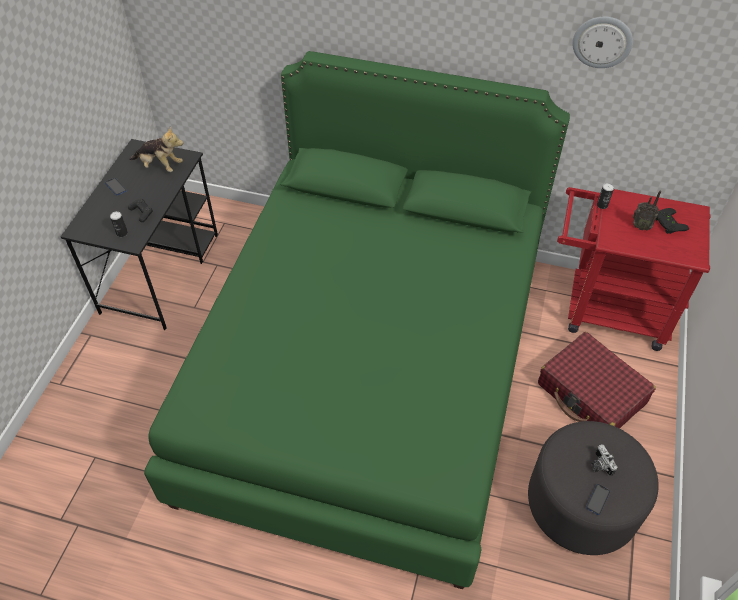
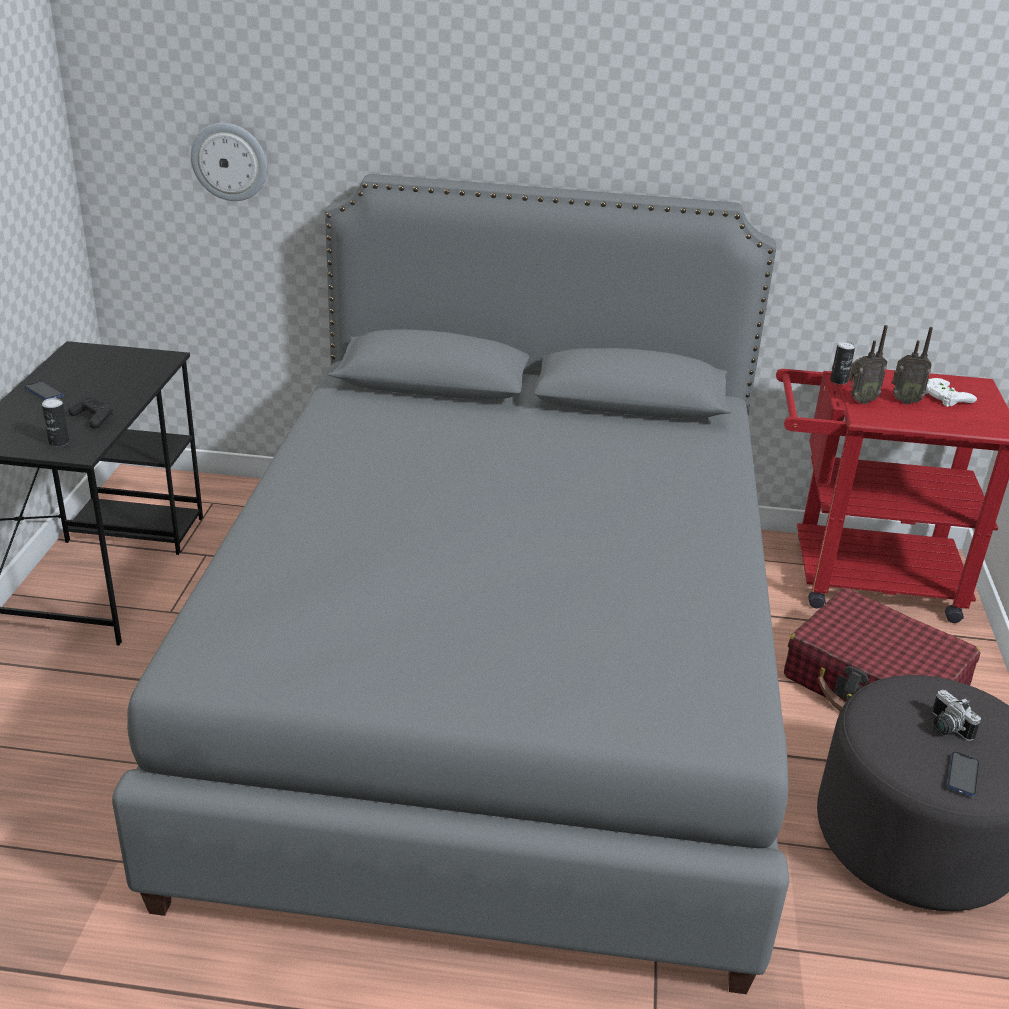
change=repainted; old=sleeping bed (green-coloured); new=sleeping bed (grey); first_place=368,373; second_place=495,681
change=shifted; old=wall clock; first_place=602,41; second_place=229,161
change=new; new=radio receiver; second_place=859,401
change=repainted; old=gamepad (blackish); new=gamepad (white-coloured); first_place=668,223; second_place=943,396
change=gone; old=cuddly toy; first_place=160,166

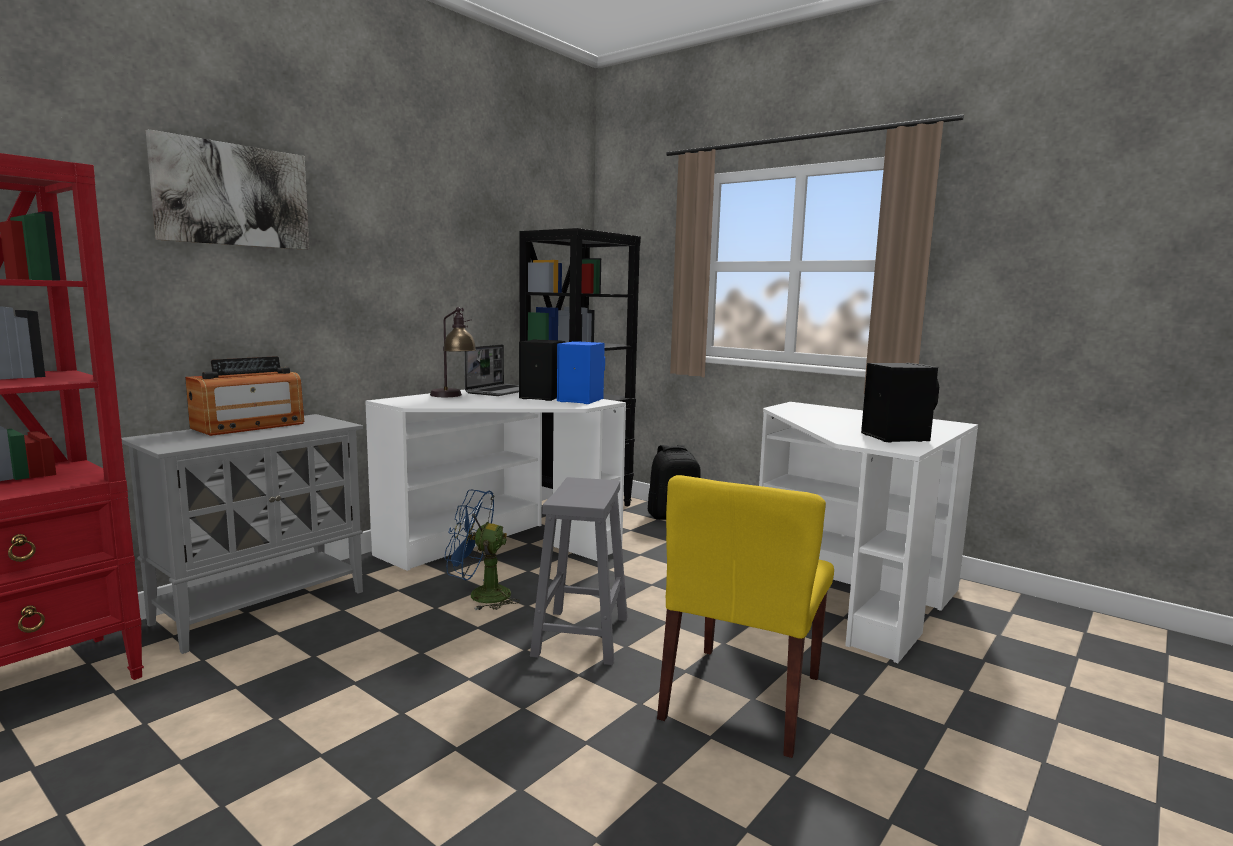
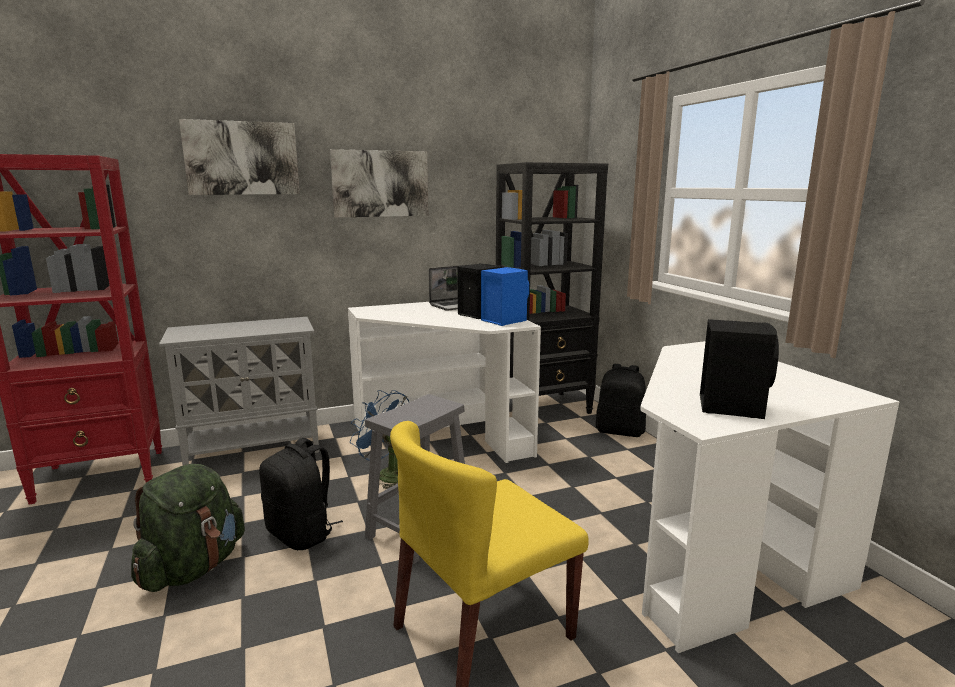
change=new; new=backpack (green-coloured); second_place=193,568
change=new; new=backpack (blackish); second_place=302,534
change=new; new=wall picture; second_place=380,184
change=gone; old=radio receiver; first_place=249,426
change=gone; old=lamp for a table; first_place=453,396

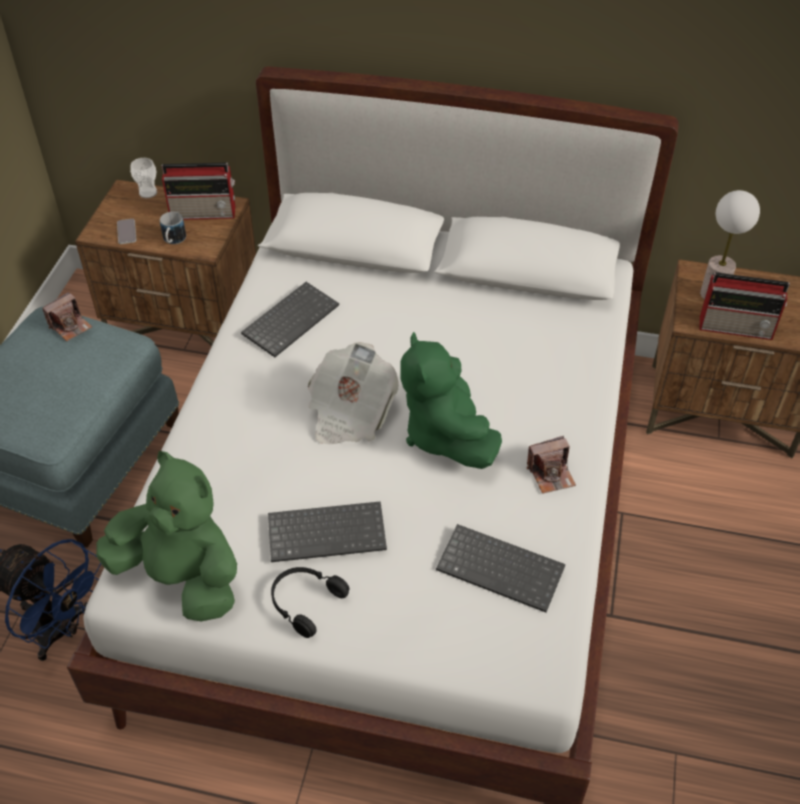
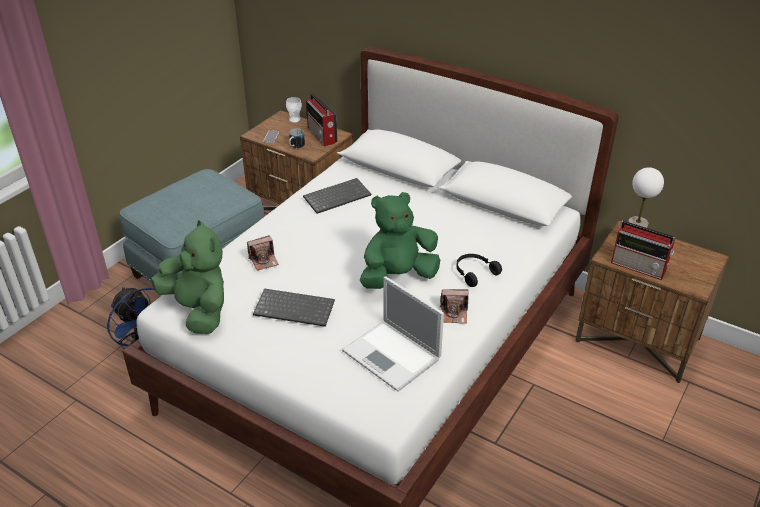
change=shifted; old=still camera; first_place=70,326; second_place=264,260
change=rotated; old=radio receiver; first_place=205,212; second_place=322,136; degrees=45
change=swapped; old=PC keyboard; new=laptop; first_place=502,568; second_place=393,356
change=rotated; old=cuddly toy (green-coloured); first_place=445,435; second_place=398,276; degrees=60
change=shifted; old=pair of headphones (blackish); first_place=305,602; second_place=474,273
change=gone; old=printed paper; first_place=350,413

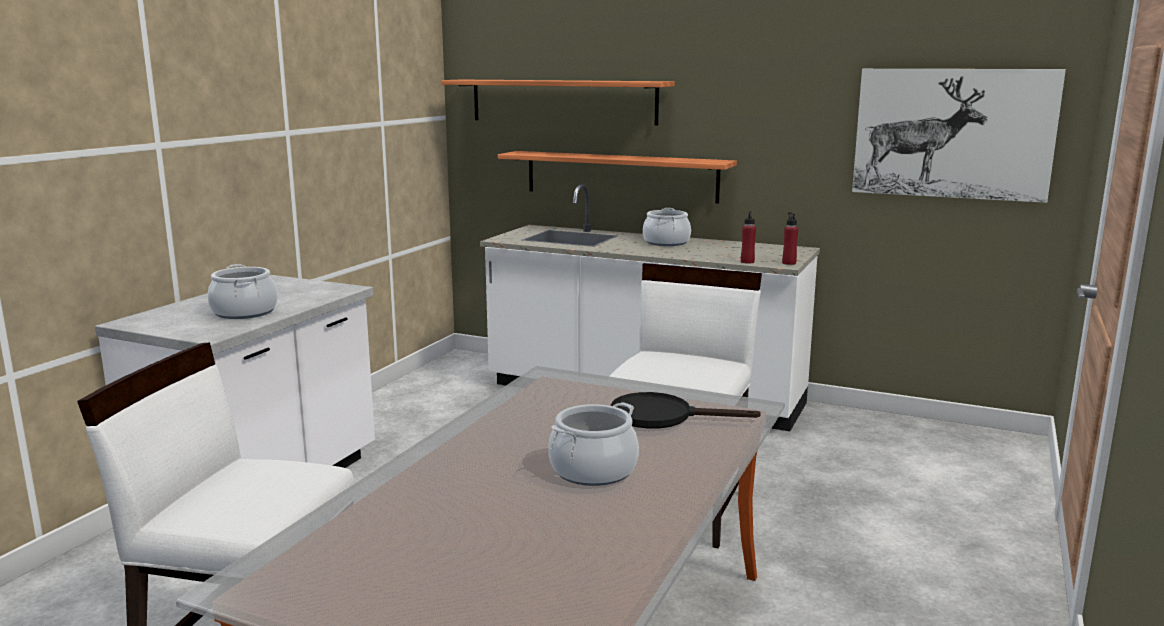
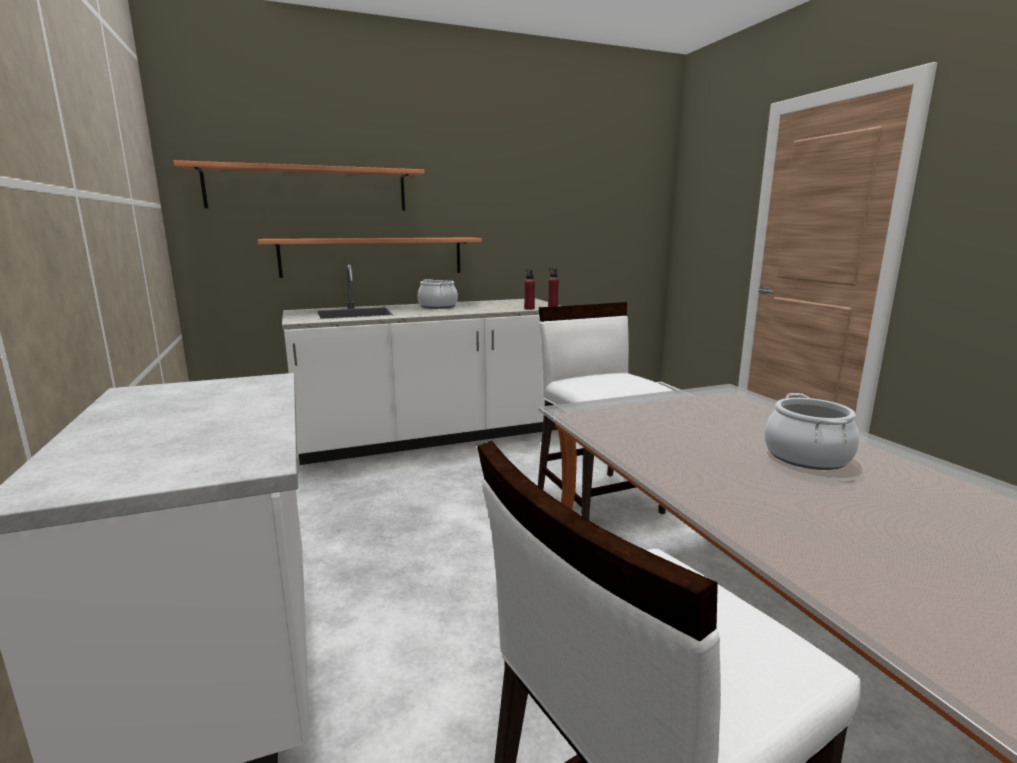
change=gone; old=stockpot; first_place=244,312
change=gone; old=frying pan (blackish); first_place=663,416
change=gone; old=wall picture; first_place=952,133

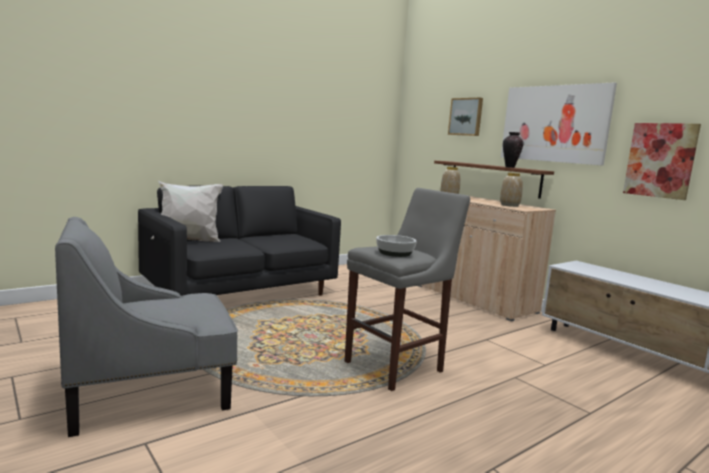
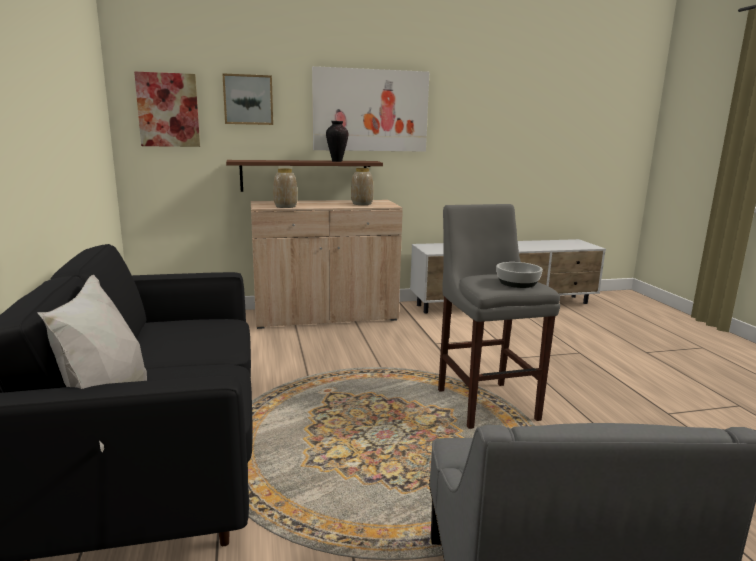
change=shifted; old=wall picture; first_place=660,160; second_place=168,110

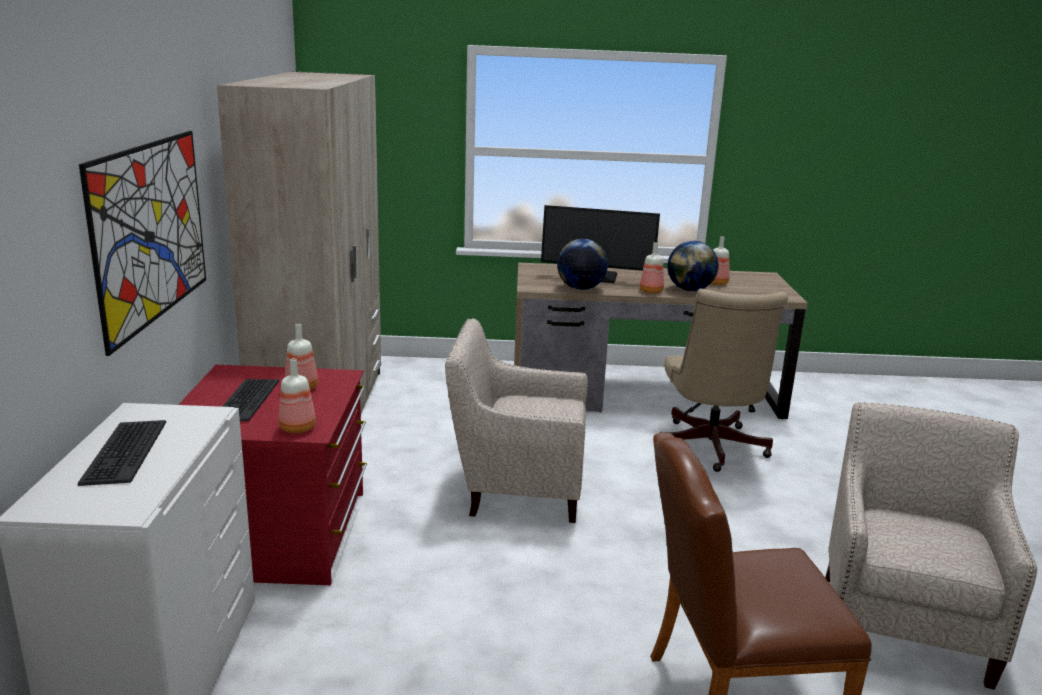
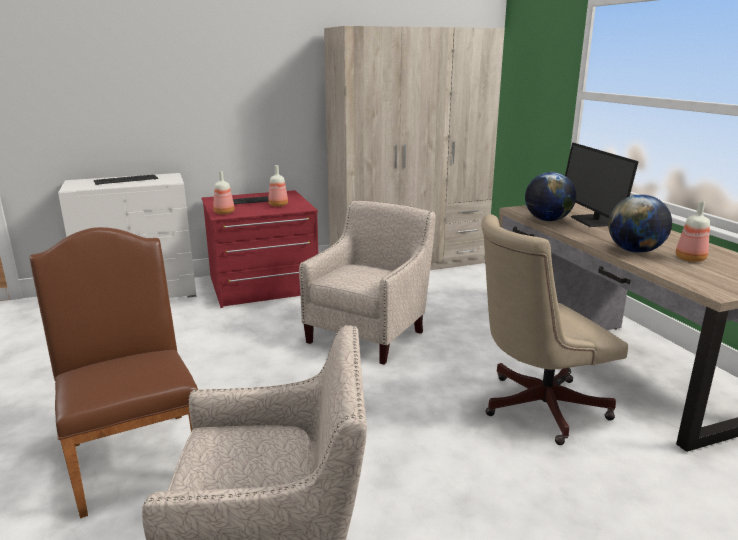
change=rotated; old=armchair (sand-coloured); first_place=516,487; second_place=370,333; degrees=45
change=gone; old=wall picture; first_place=151,232
change=gone; old=drink bottle; first_place=650,291

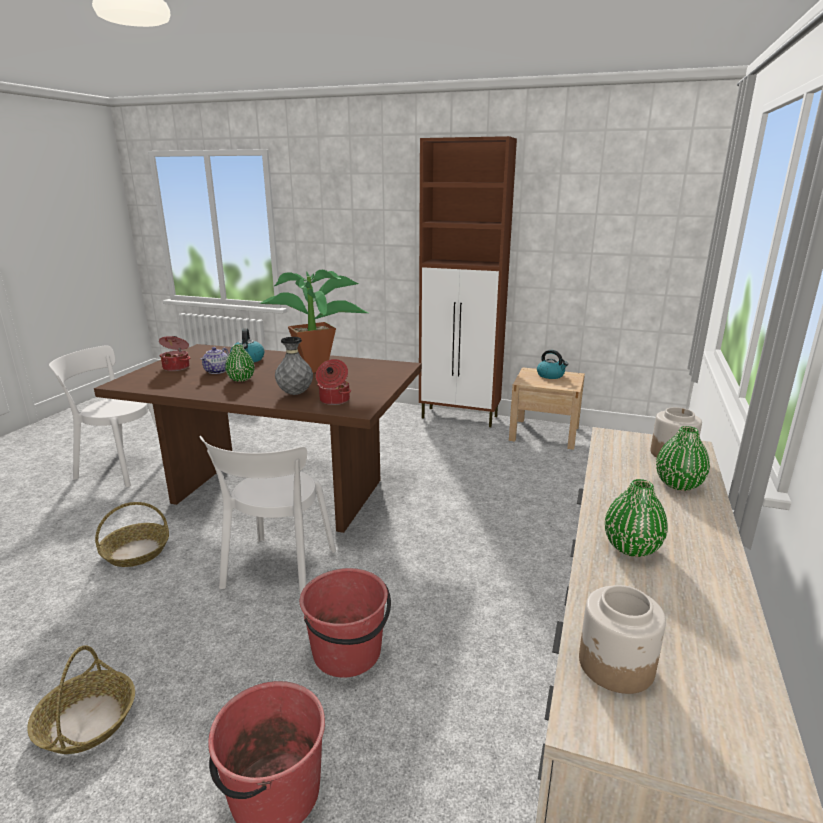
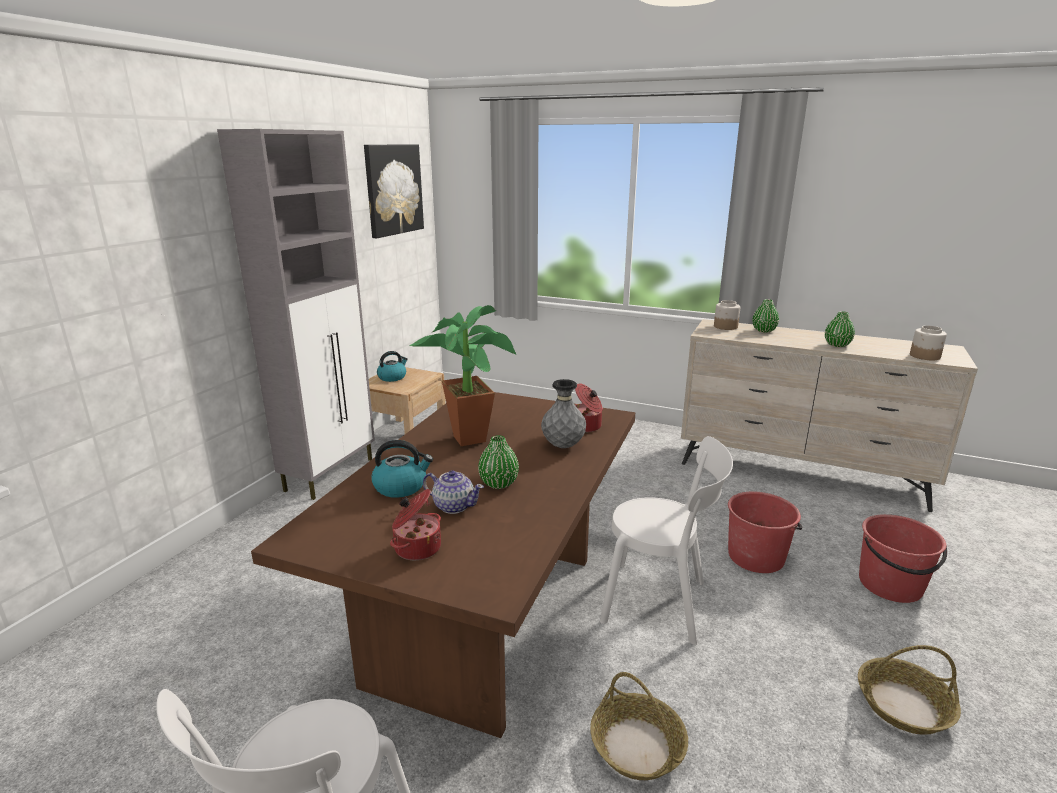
change=repainted; old=cabinet (brown-coloured); new=cabinet (grey); first_place=460,417; second_place=331,474
change=new; new=wall picture; second_place=393,189

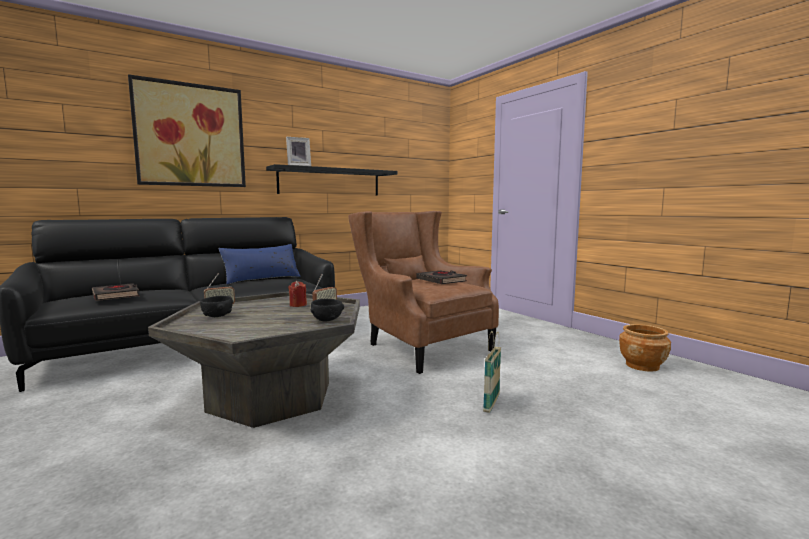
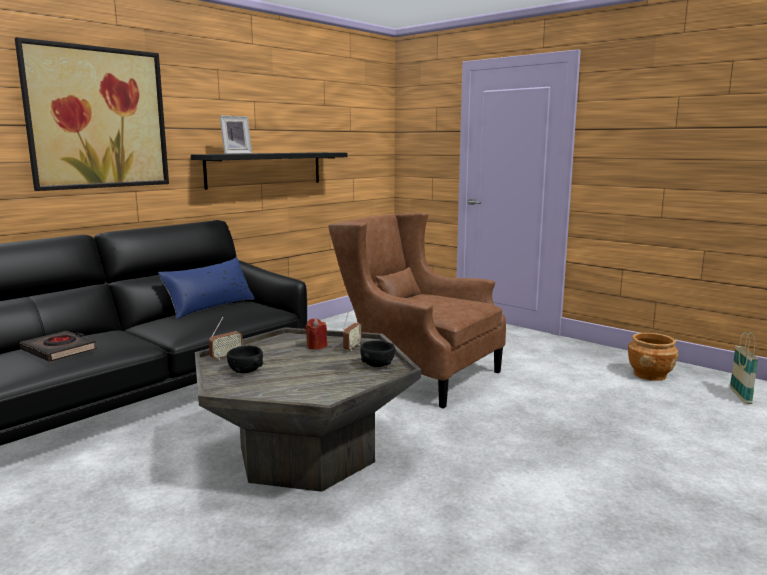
change=shifted; old=basket; first_place=491,403; second_place=740,396
change=gone; old=book (blackish); first_place=441,281

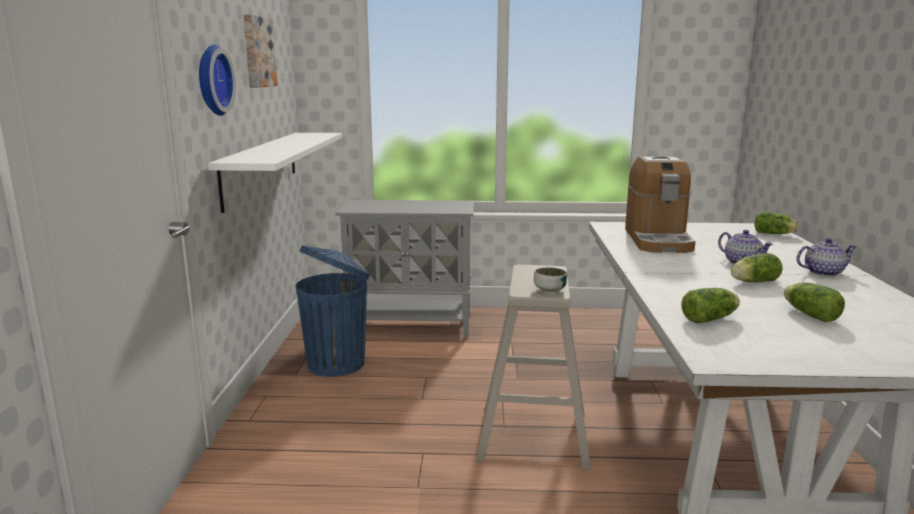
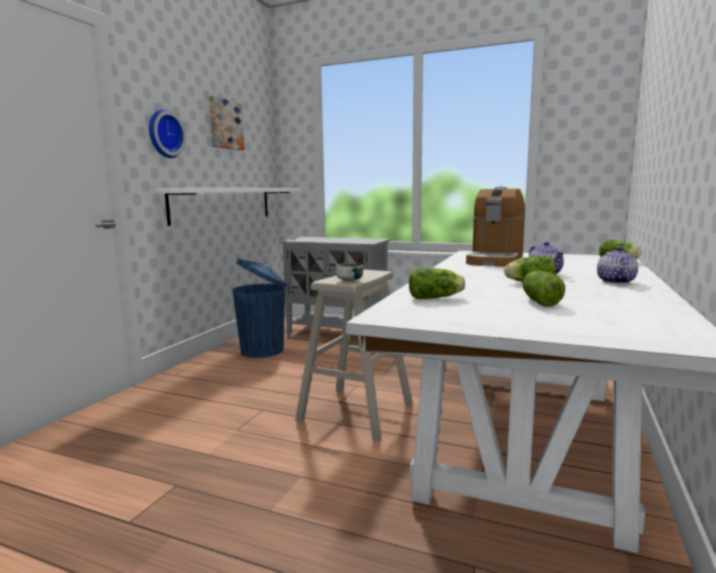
change=rotated; old=teapot; first_place=822,272; second_place=615,281; degrees=-90

